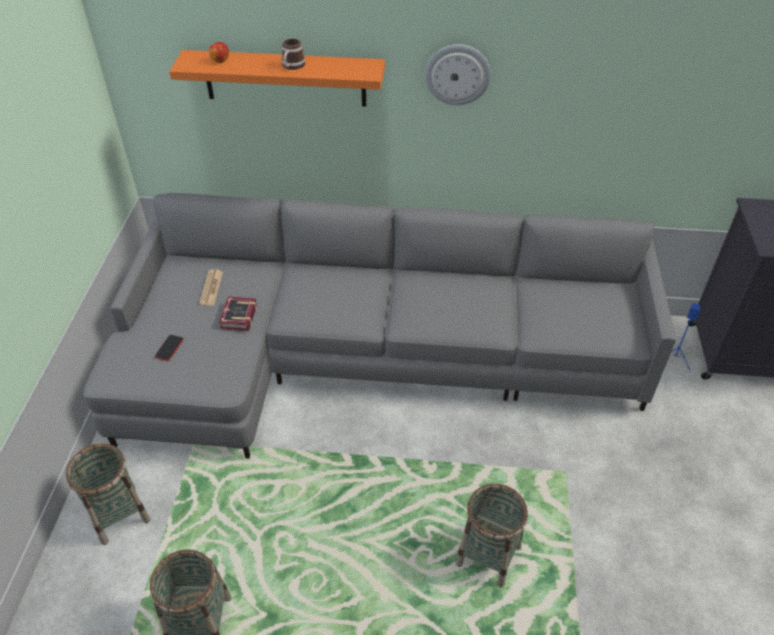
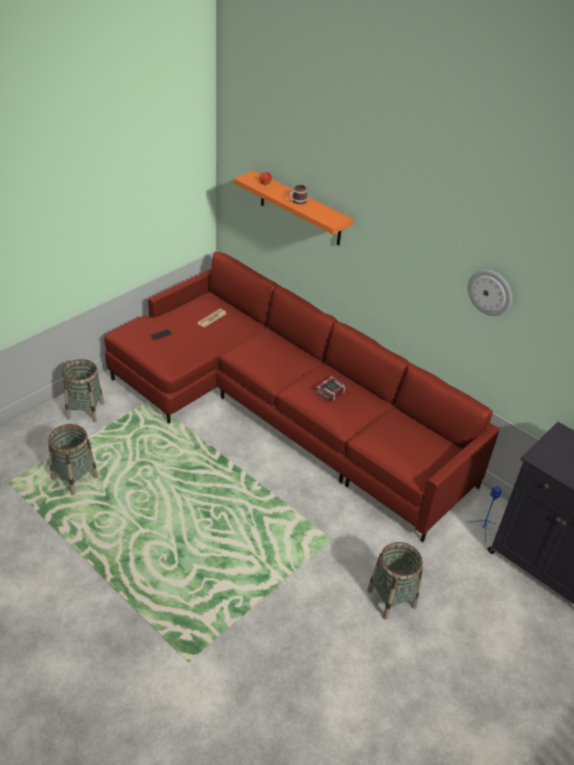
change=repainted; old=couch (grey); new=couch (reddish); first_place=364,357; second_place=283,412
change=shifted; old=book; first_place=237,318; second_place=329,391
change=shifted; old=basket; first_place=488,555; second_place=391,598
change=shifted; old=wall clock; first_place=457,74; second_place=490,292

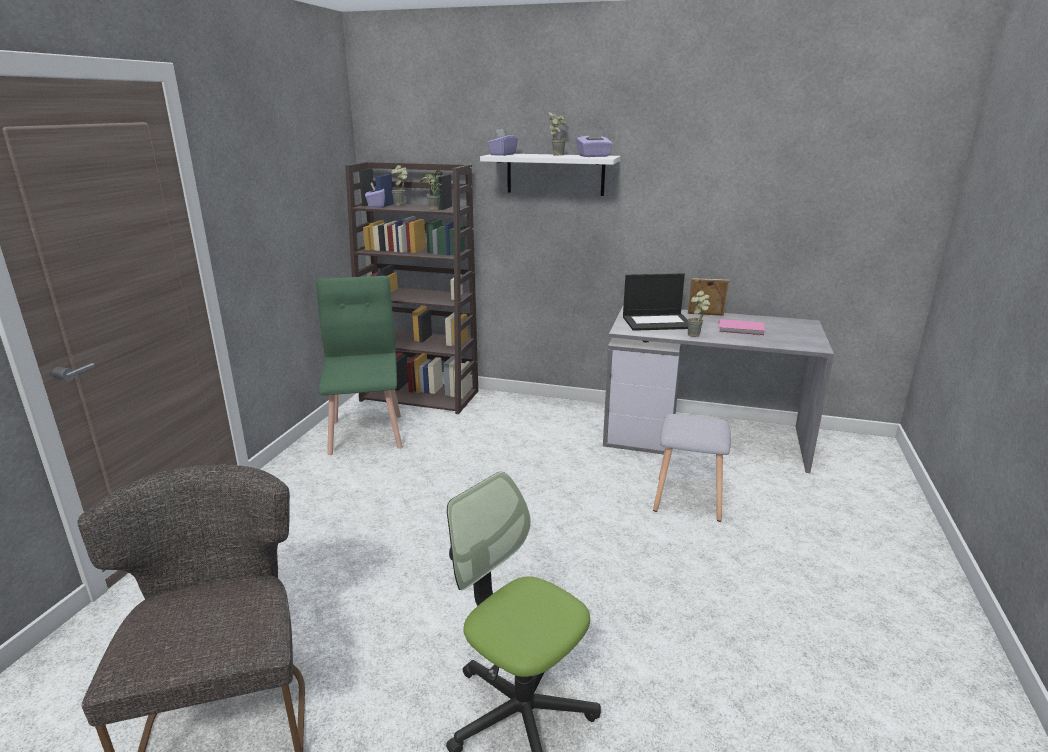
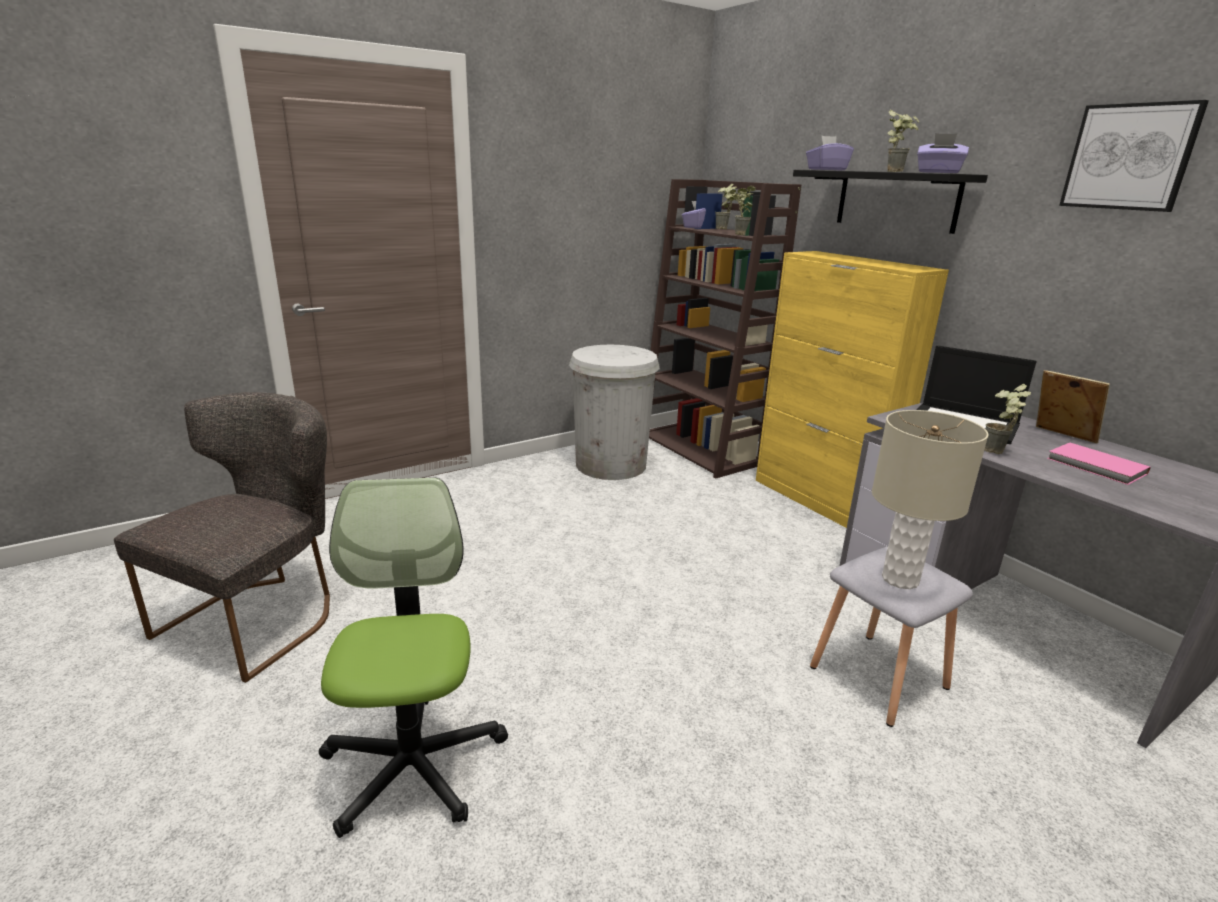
change=swapped; old=upright chair (green-coloured); new=rubbish bin (white-coloured); first_place=367,433; second_place=611,465
change=new; new=cabinet (yellowish); second_place=820,502
change=repainted; old=bracket shelf (white-coloured); new=bracket shelf (blackish); first_place=555,174; second_place=896,200
change=new; new=lamp for a table (sand-coloured); second_place=901,579
change=new; new=wall picture; second_place=1129,157

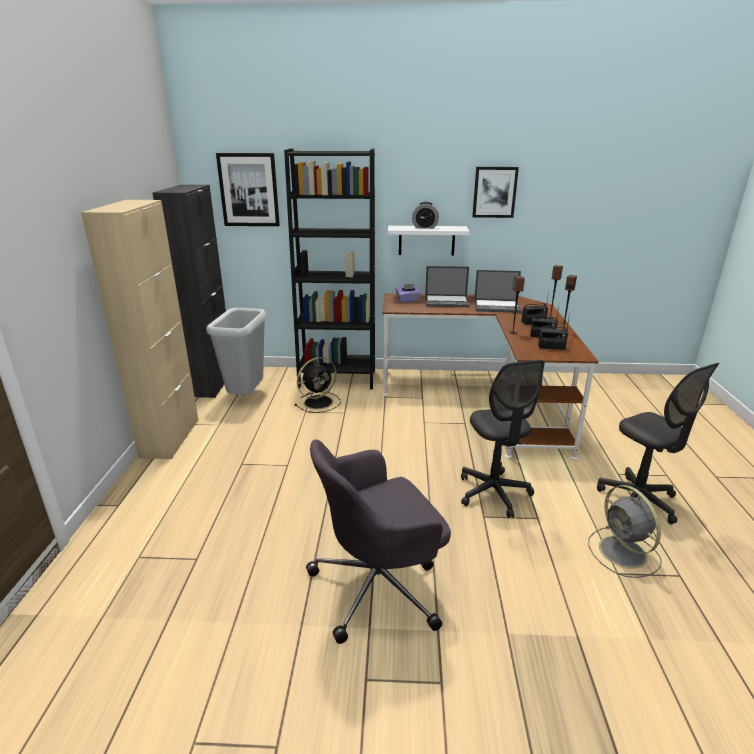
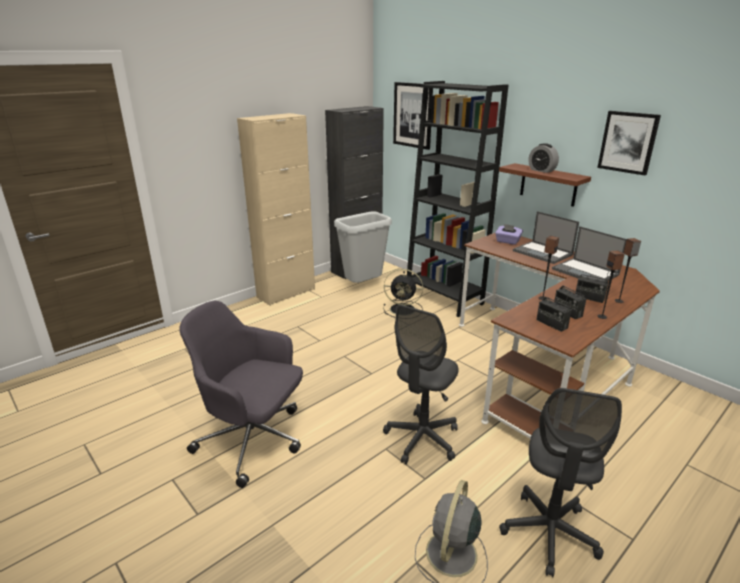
change=repainted; old=bracket shelf (white-coloured); new=bracket shelf (brown-coloured); first_place=426,240; second_place=548,185

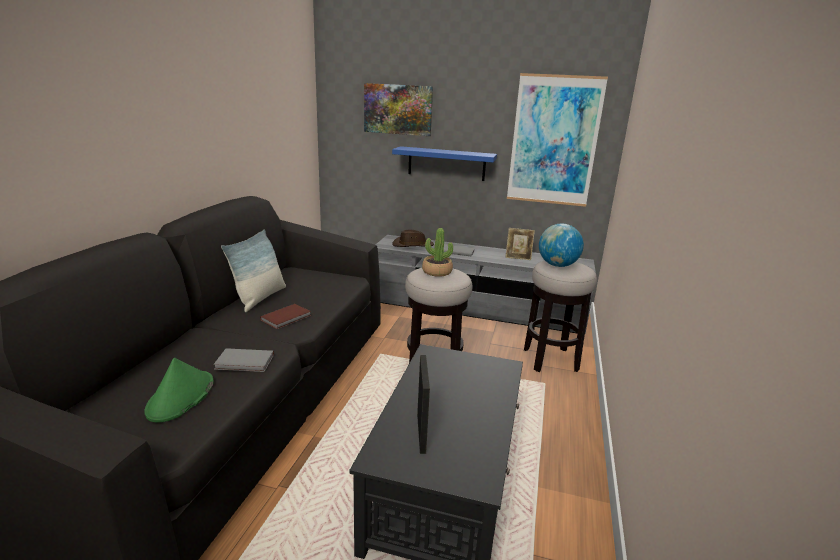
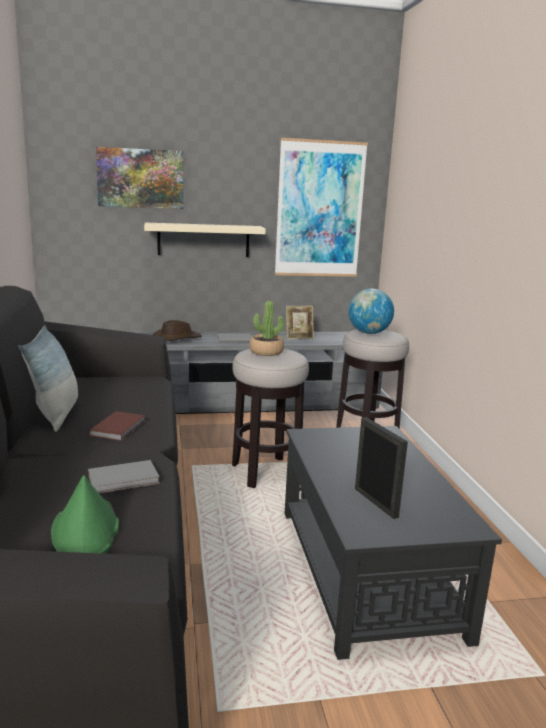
change=repainted; old=bracket shelf (blue-coloured); new=bracket shelf (sand-coloured); first_place=446,163; second_place=203,240

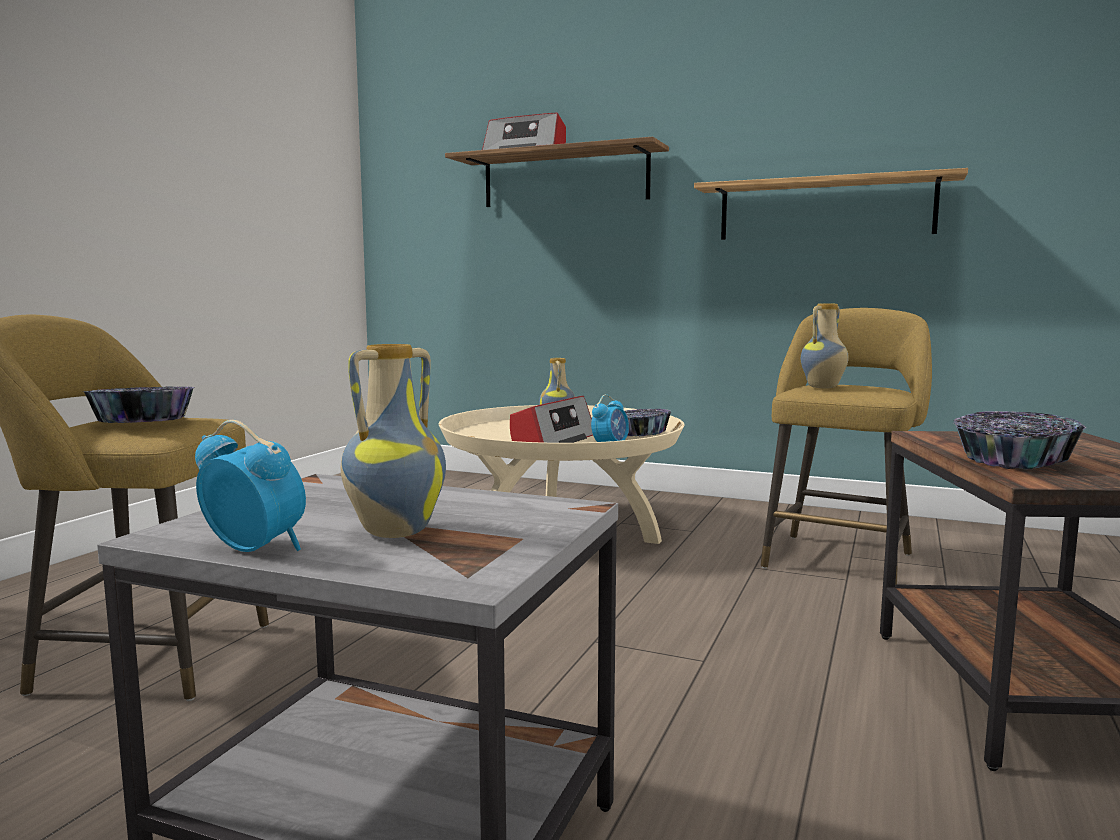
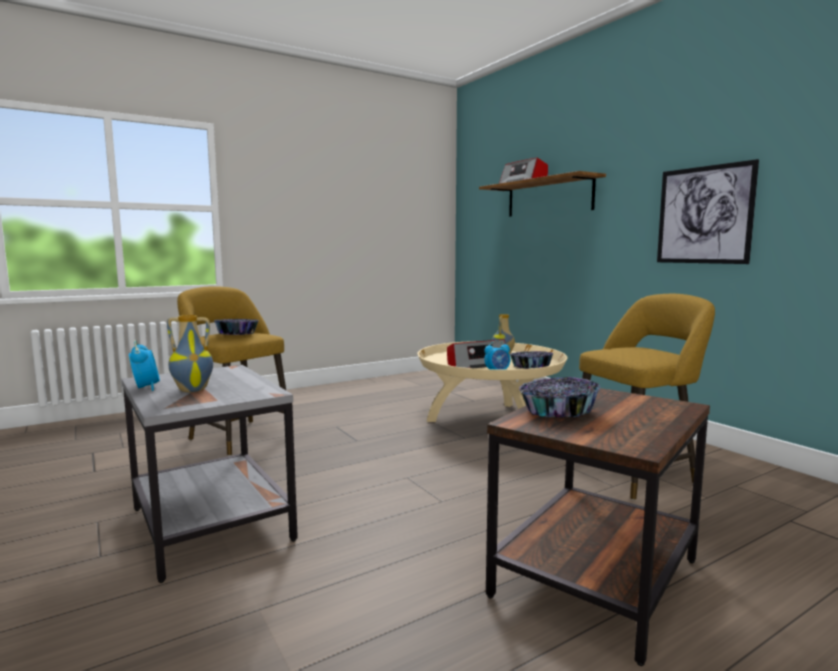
change=swapped; old=bracket shelf; new=wall picture; first_place=825,209; second_place=704,215
change=gone; old=vase; first_place=823,387

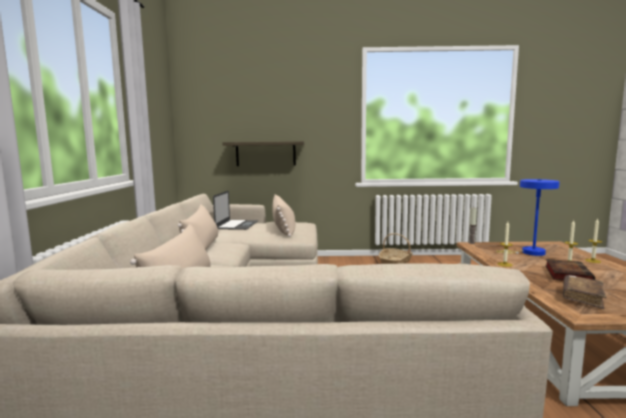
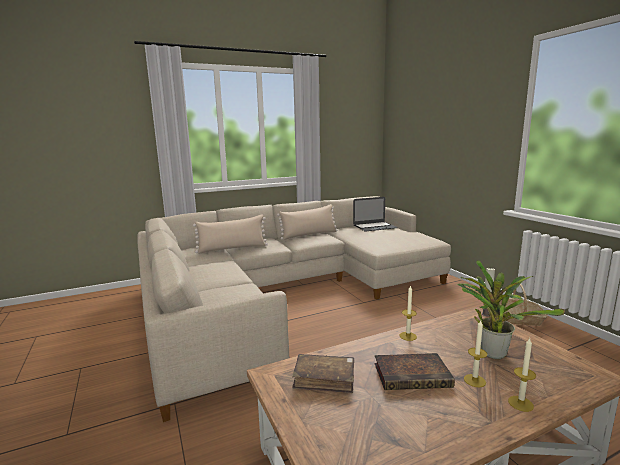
change=swapped; old=lamp for a table (blue-coloured); new=potted plant; first_place=529,253; second_place=491,351
change=gone; old=bracket shelf; first_place=265,153
change=gone; old=throw pillow (sand-coloured); first_place=284,229

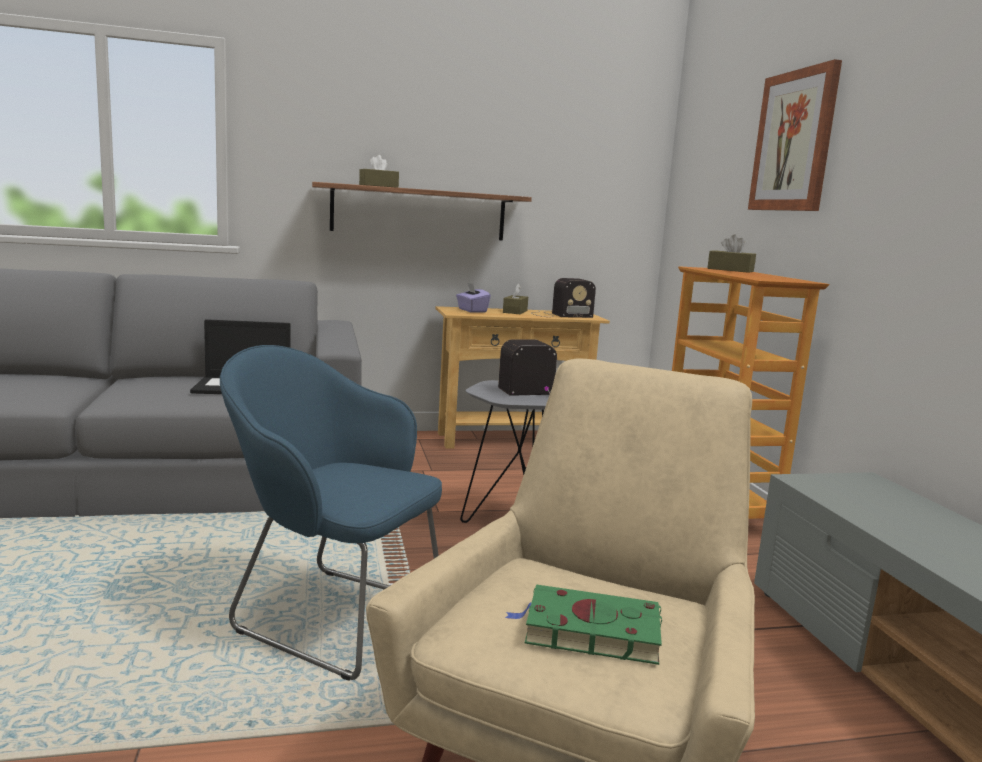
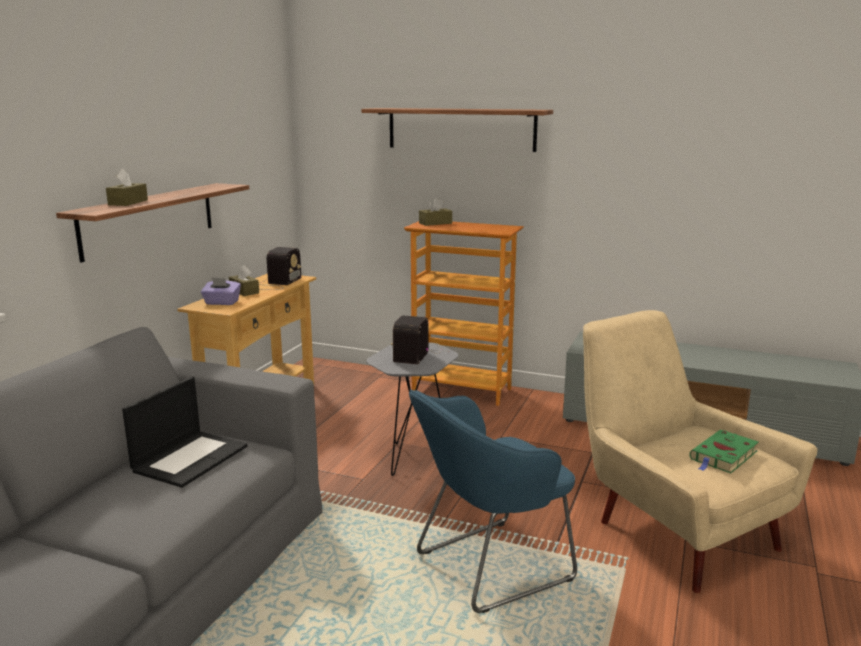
change=swapped; old=wall picture; new=bracket shelf; first_place=794,141; second_place=461,129

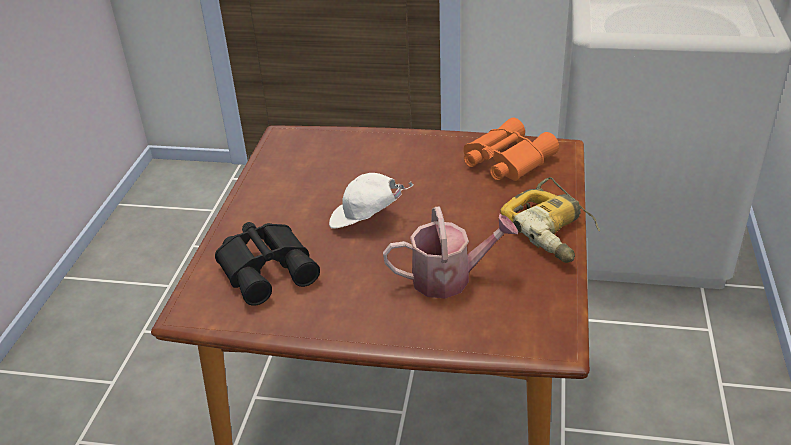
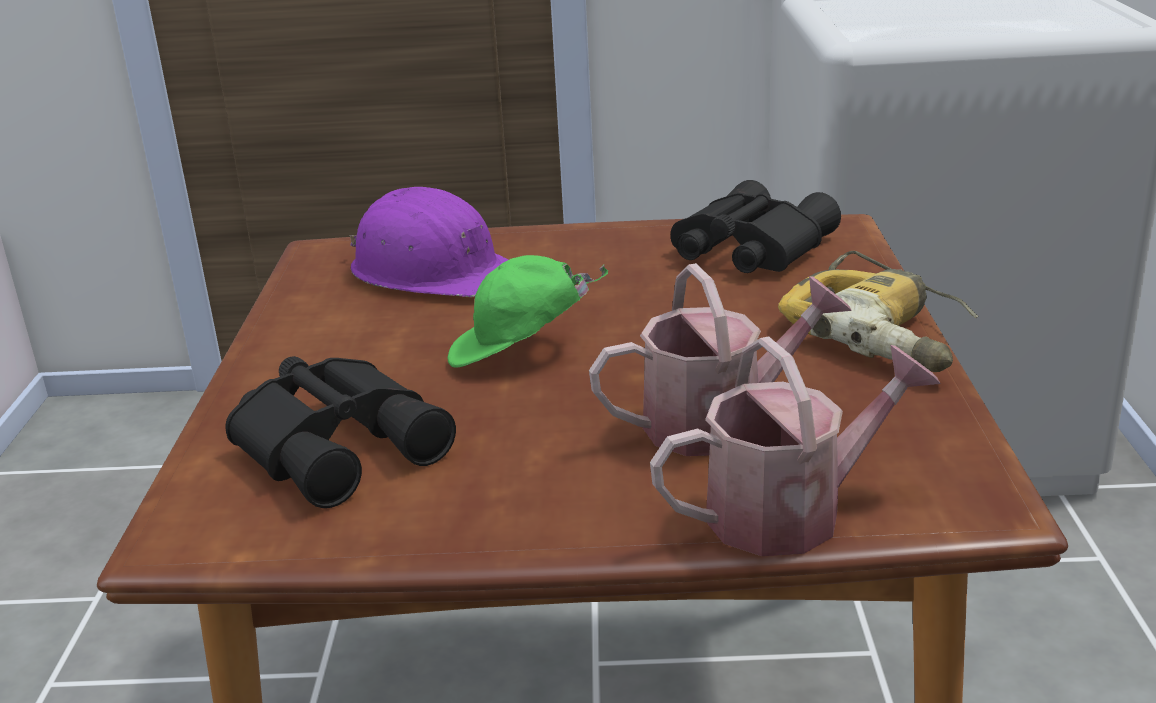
change=new; new=hard hat (purplish); second_place=433,271
change=repainted; old=peaked cap (white-coloured); new=peaked cap (green-coloured); first_place=366,220; second_place=520,352
change=new; new=sprinkling can; second_place=791,512
change=repainted; old=field glasses (orangey); new=field glasses (blackish); first_place=505,160; second_place=748,248

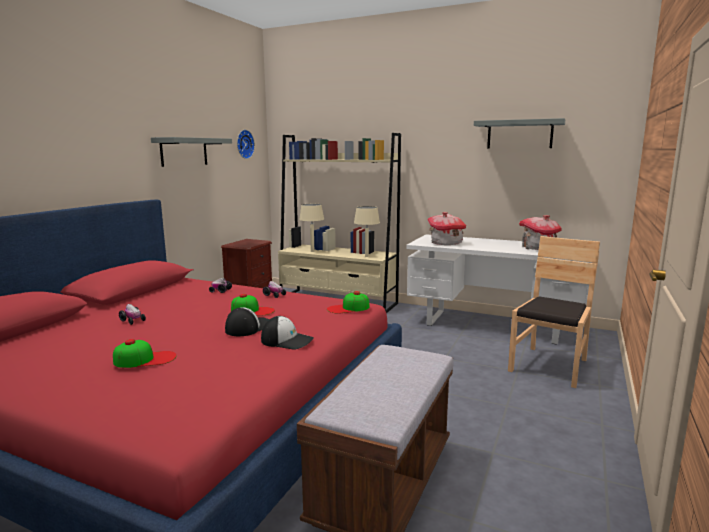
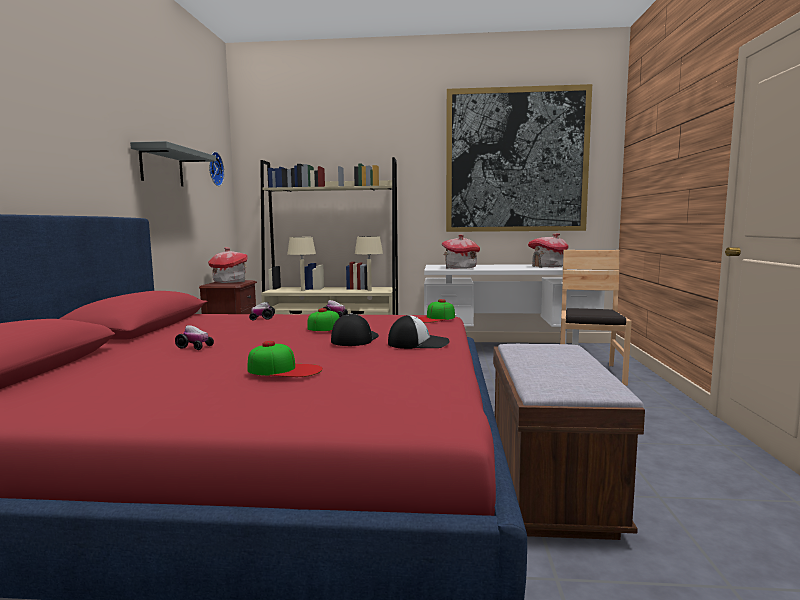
change=new; new=toy house; second_place=230,282
change=rotated; old=peaked cap; first_place=145,359; second_place=284,369; degrees=45
change=swapped; old=bracket shelf (grey); new=wall picture; first_place=519,134; second_place=515,161

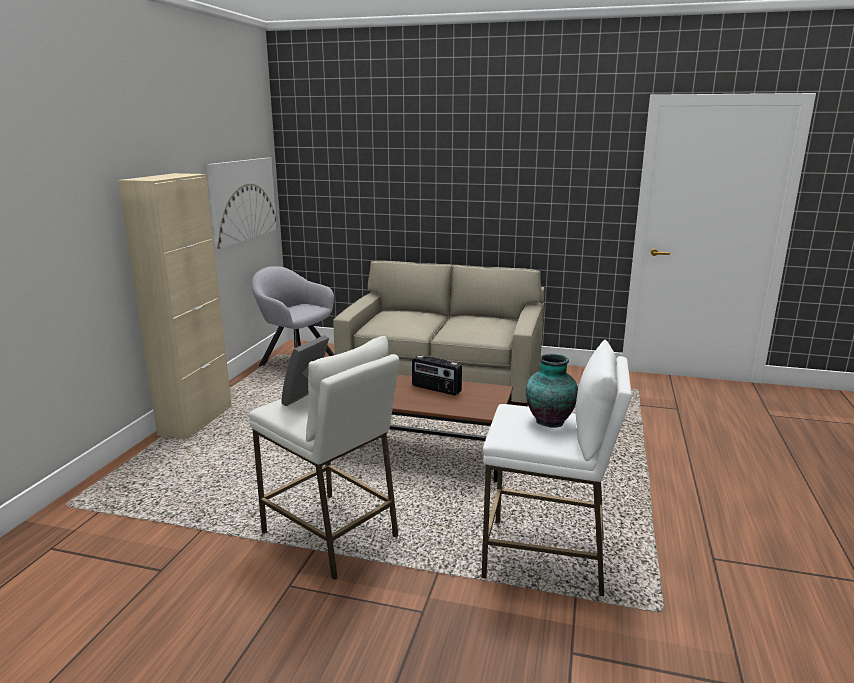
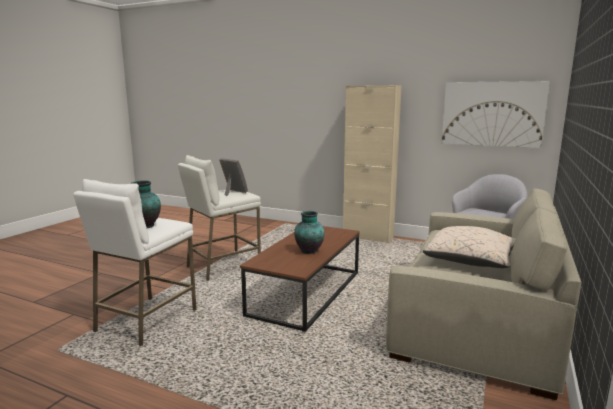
change=swapped; old=radio receiver; new=vase; first_place=436,389; second_place=309,251
change=new; new=throw pillow (sand-coloured); second_place=470,261

